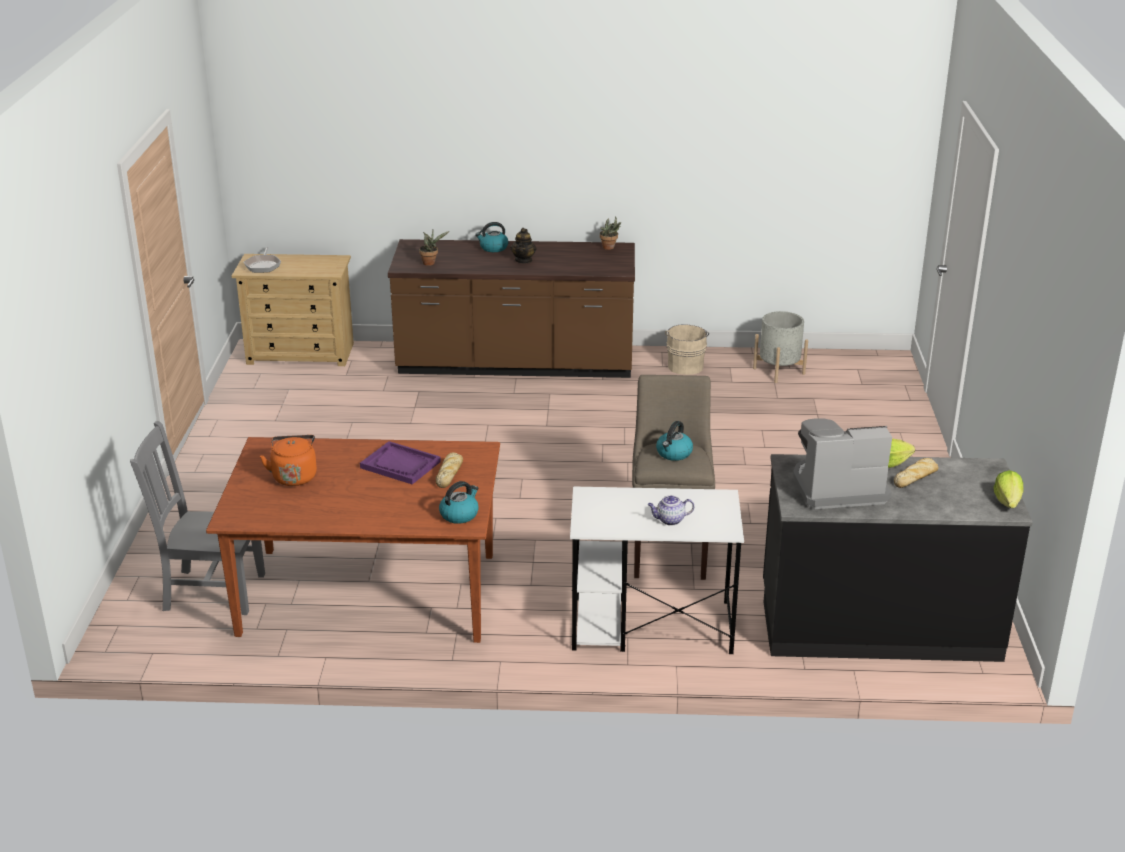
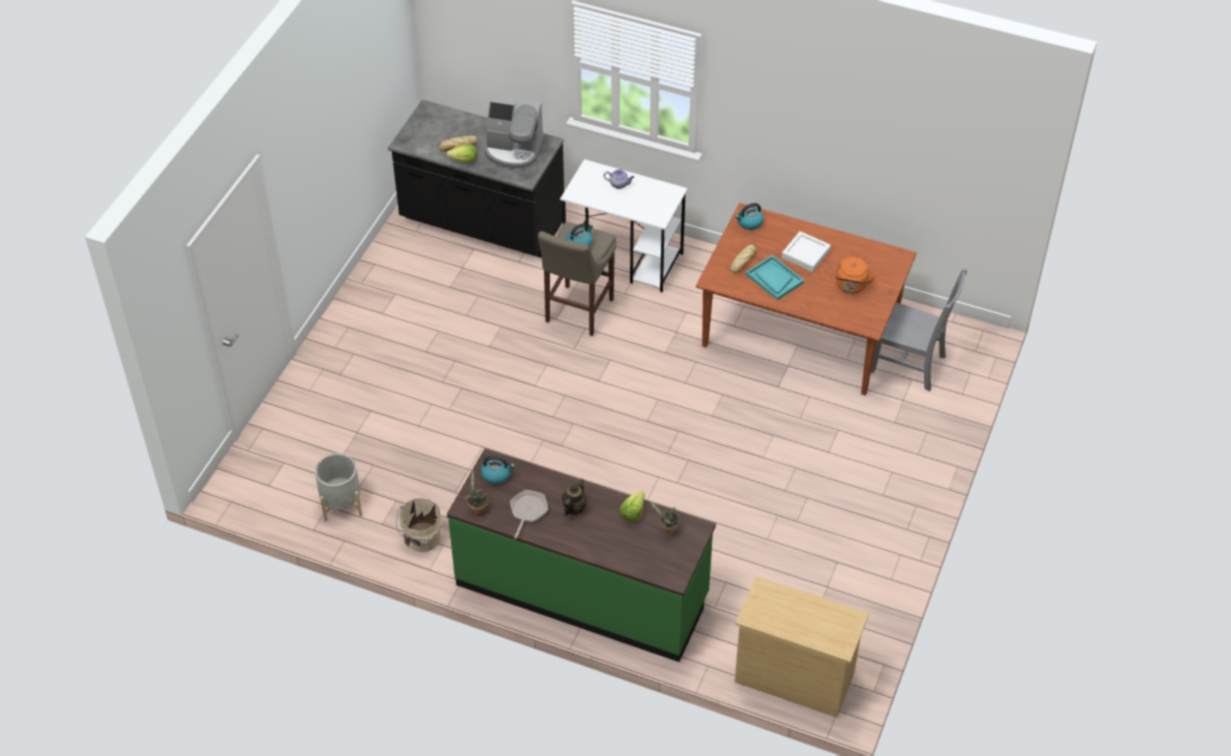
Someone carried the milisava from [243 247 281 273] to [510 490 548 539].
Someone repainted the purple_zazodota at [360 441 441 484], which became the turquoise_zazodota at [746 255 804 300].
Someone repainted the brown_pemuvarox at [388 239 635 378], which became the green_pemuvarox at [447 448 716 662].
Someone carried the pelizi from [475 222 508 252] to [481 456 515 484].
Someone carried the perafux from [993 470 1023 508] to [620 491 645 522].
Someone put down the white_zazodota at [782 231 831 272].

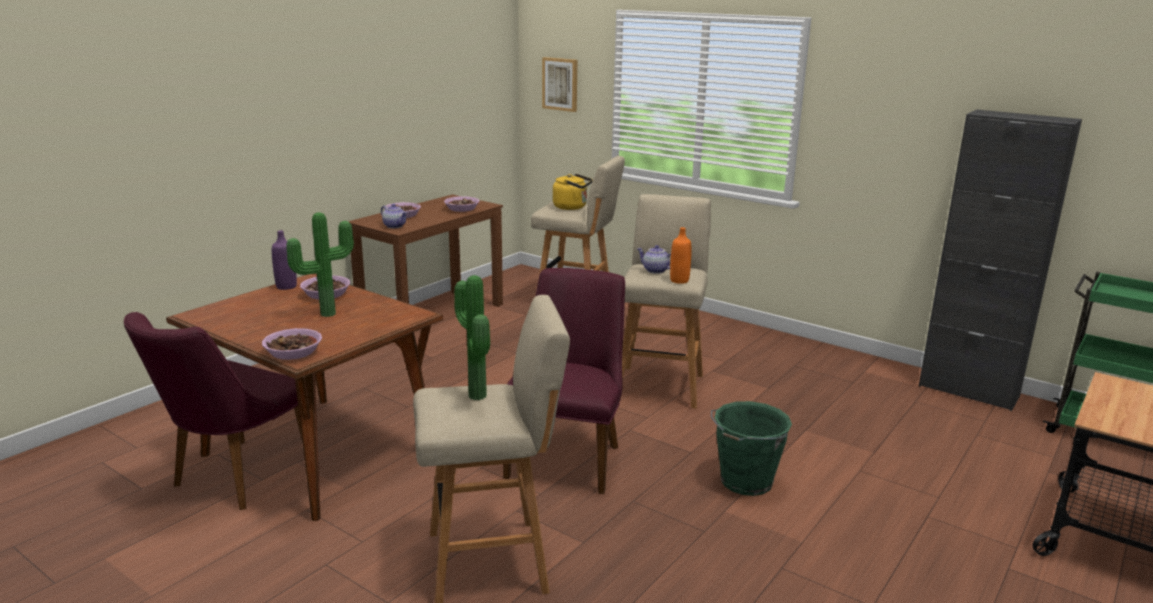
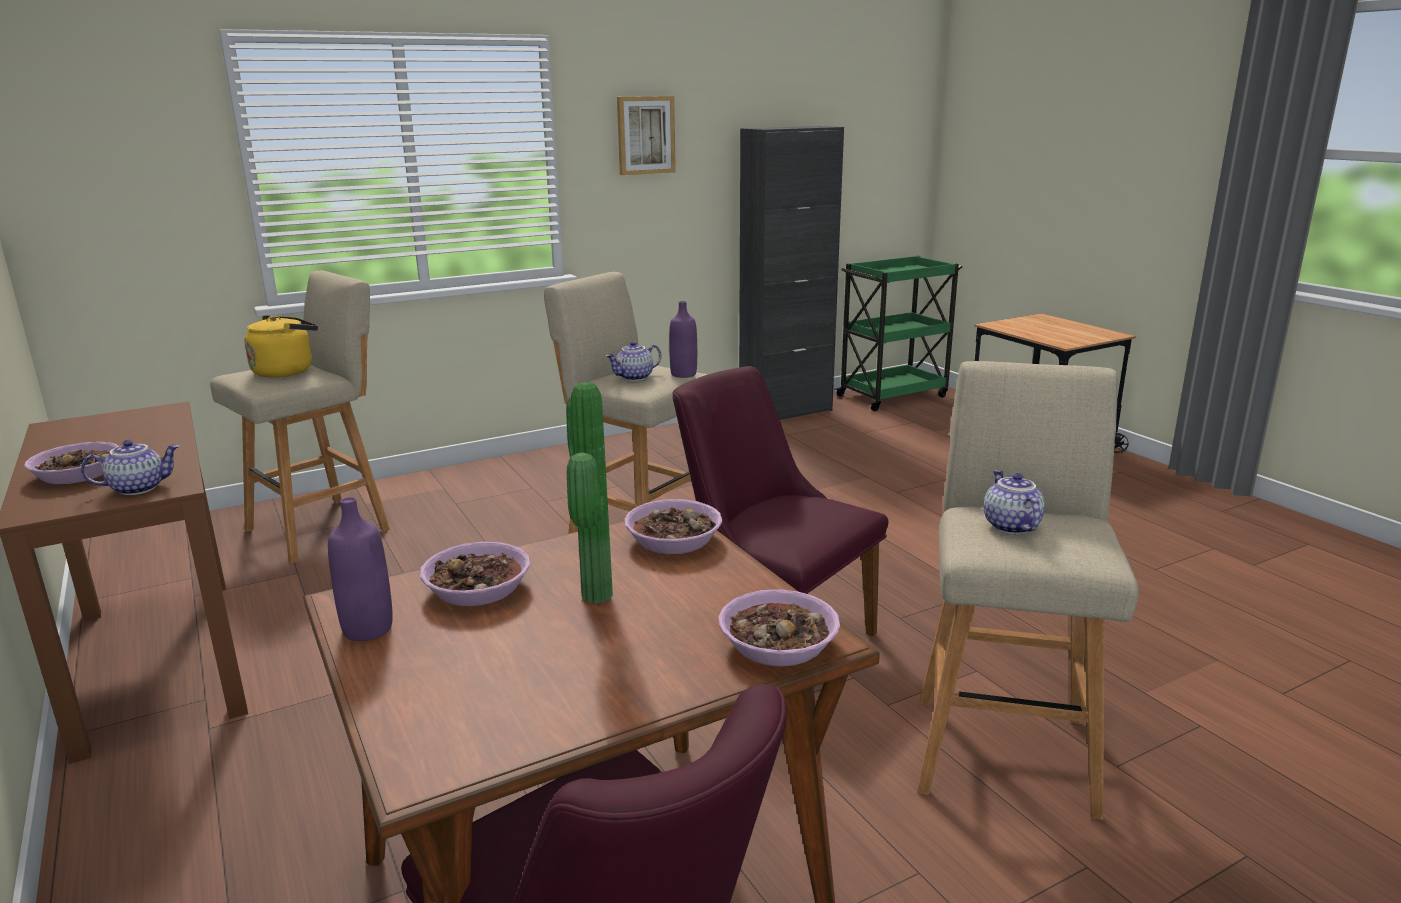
Someone carried the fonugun from [444 196 479 212] to [625 499 722 554].
Someone swapped the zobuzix at [454 275 490 400] for the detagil at [984 470 1045 534].
Someone carried the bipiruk from [542 57 577 112] to [617 96 676 175].
Someone repainted the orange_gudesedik at [670 227 692 284], which became the purple_gudesedik at [669 301 697 378].
Someone took away the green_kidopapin at [711 401 792 496].

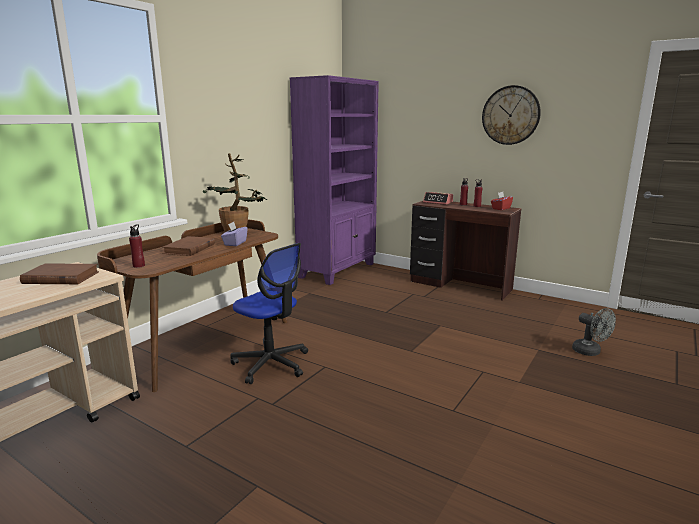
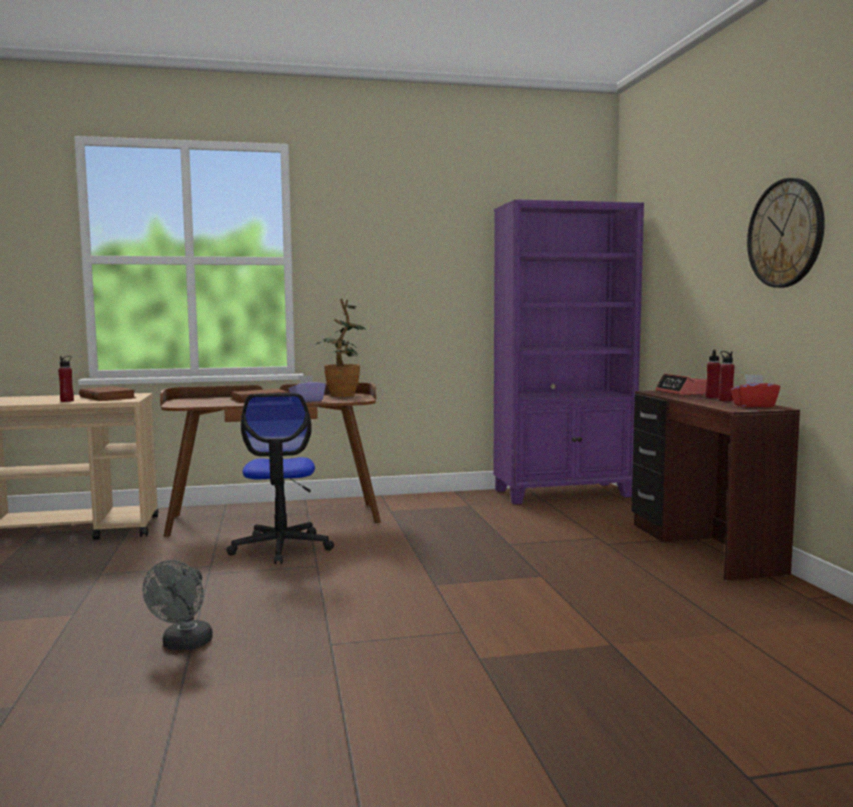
Someone carried the red_gudesedik from [129 225 145 268] to [58 356 74 402].
Someone carried the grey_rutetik from [572 308 616 356] to [143 560 213 650].

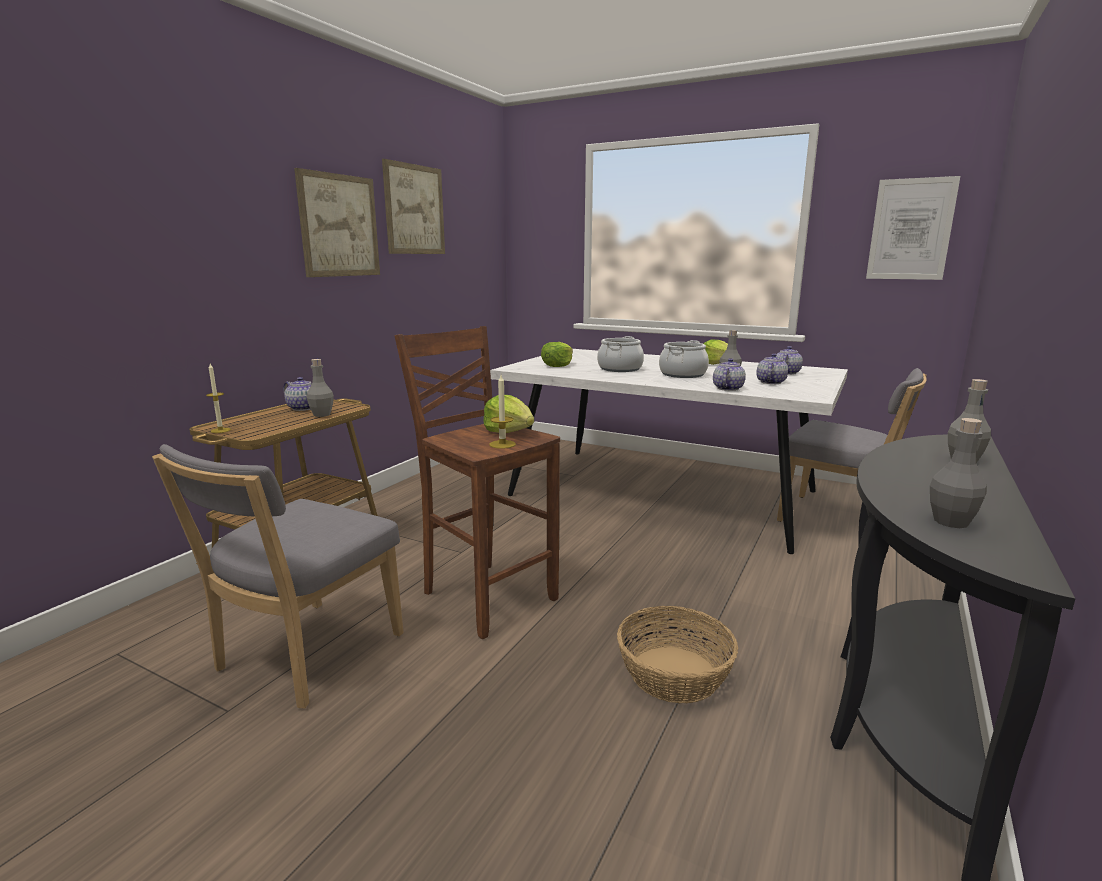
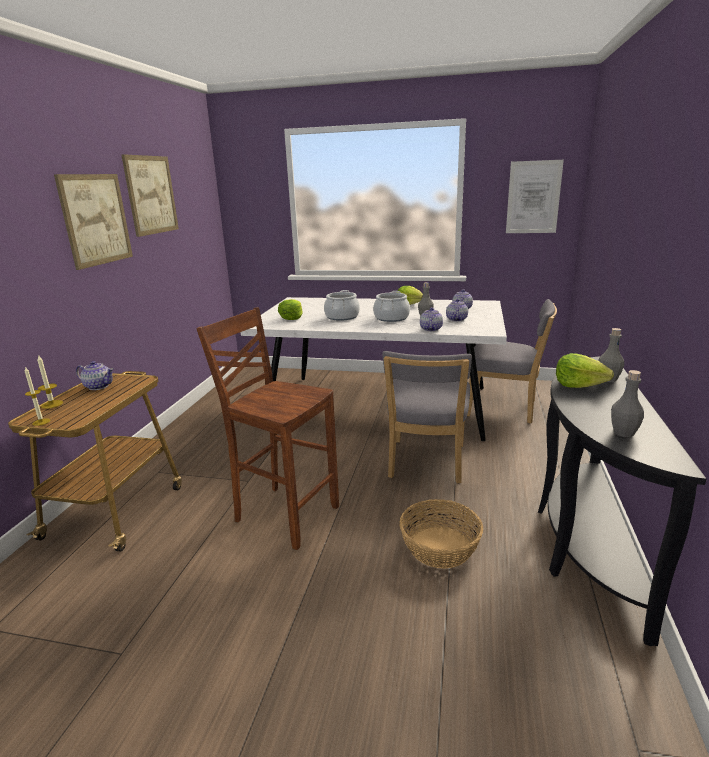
Someone carried the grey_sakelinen from [152 444 404 709] to [382 351 472 483].
Someone took away the grey_gudesedik at [306 359 334 417].
Someone carried the perafux from [483 395 534 433] to [556 353 614 388].
Someone carried the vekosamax from [489 375 516 449] to [37 354 63 409].

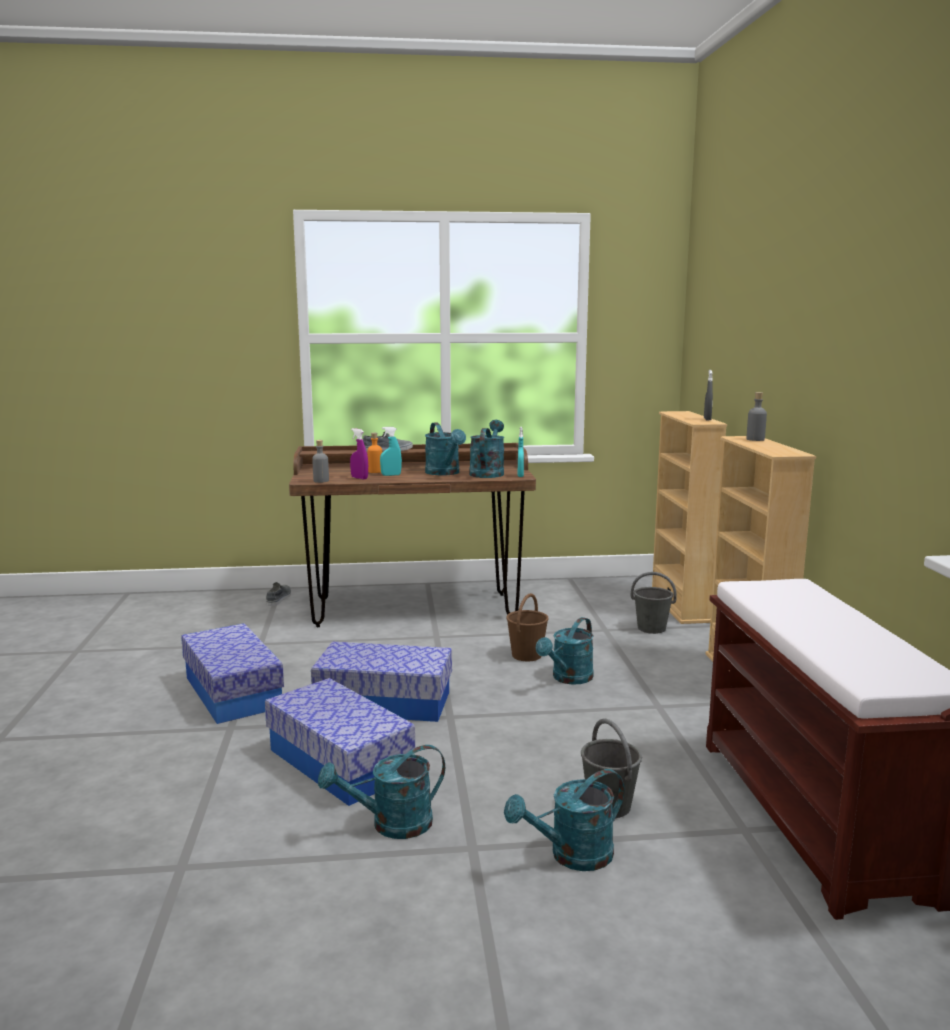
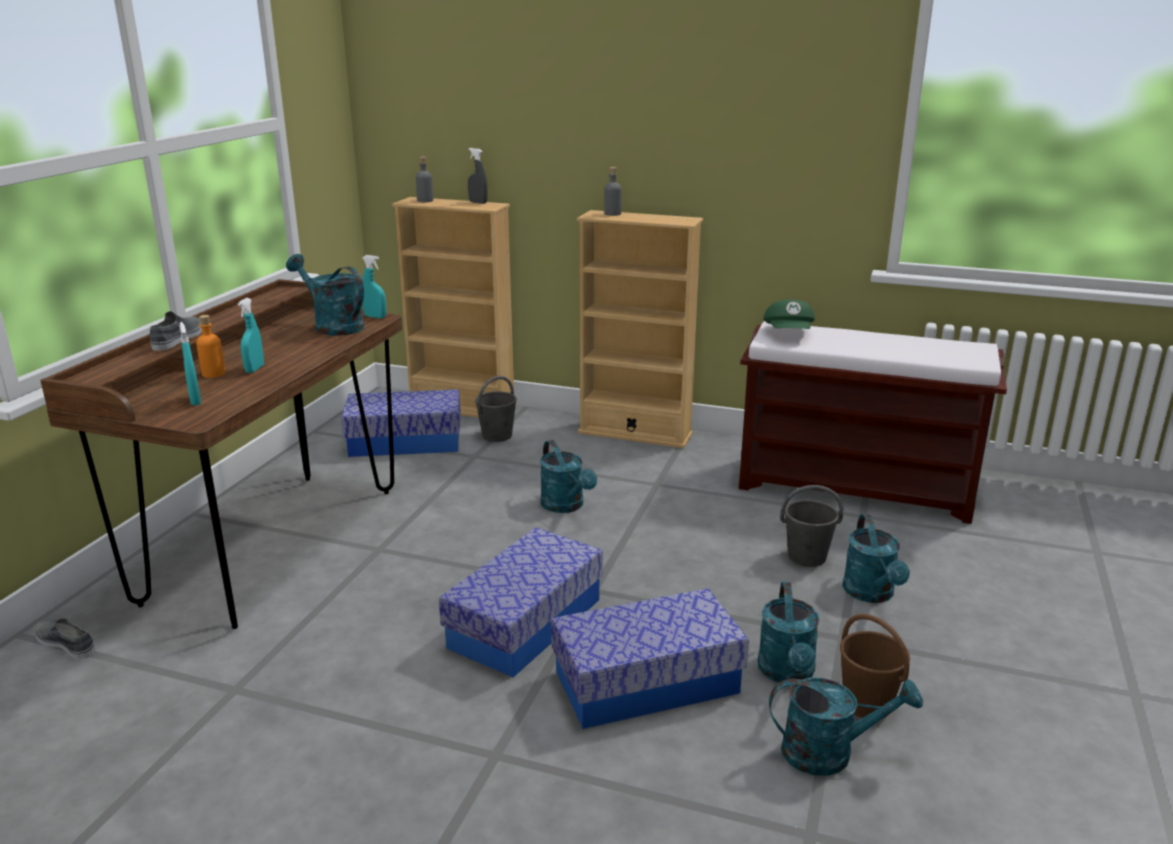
Someone carried the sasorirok from [181 623 284 724] to [341 389 460 457].
Someone carried the grey_gudesedik from [312 440 329 483] to [416 157 433 202].
Someone took away the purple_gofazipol at [350 428 368 479].
Someone carried the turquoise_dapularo from [425 422 466 475] to [769 677 923 776].
Someone carried the brown_kidopapin from [506 593 549 661] to [840 614 910 718].
Someone put down the turquoise_gofazipol at [180 322 201 406].
Someone put down the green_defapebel at [763 299 815 329].

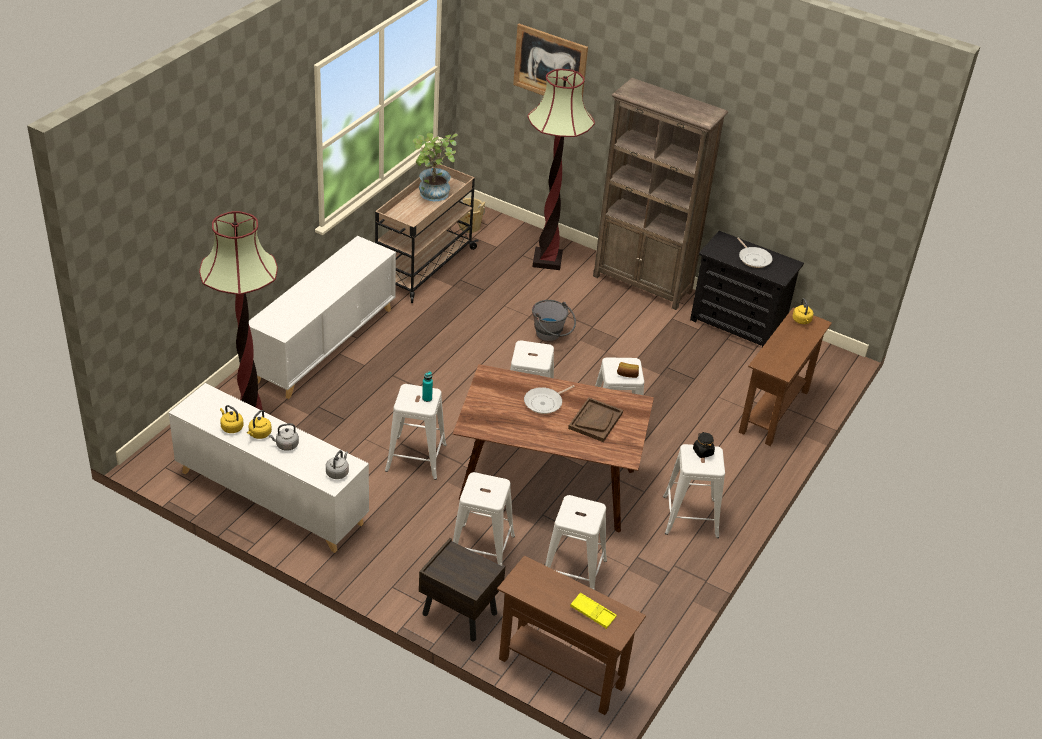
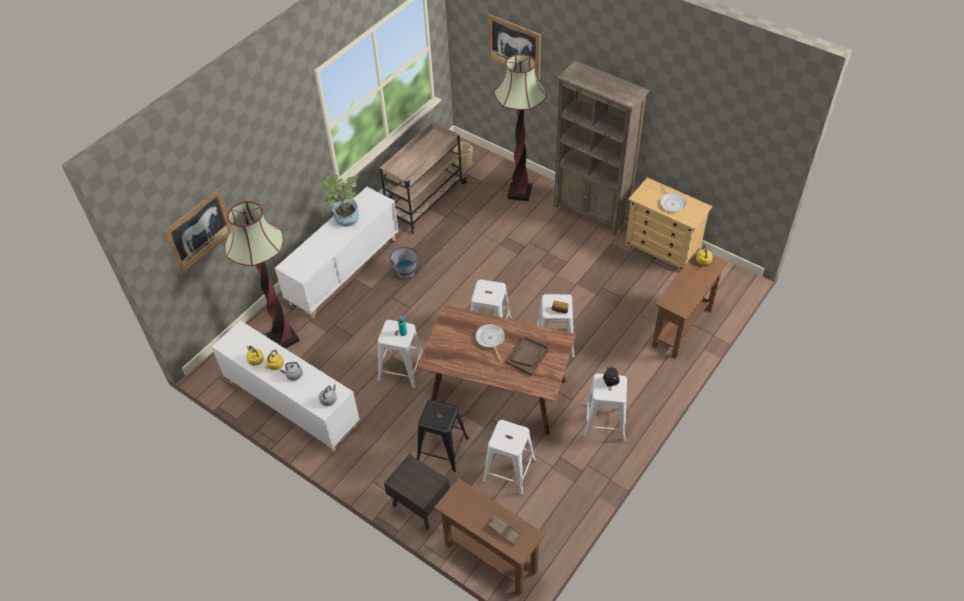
Someone carried the zobuzix from [412 133 458 201] to [321 175 359 227].
Someone repainted the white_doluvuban at [453 472 515 566], which became the black_doluvuban at [417 399 469 473].
Someone rotated the milisava at [524 385 575 414] by 105 degrees clockwise.
Someone carried the grey_kidopapin from [532 300 576 342] to [390 247 424 279].
Someone repainted the yellow_zazodota at [570 593 617 629], which became the brown_zazodota at [487 514 522 545].
Someone repainted the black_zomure at [690 231 804 349], which became the beige_zomure at [625 177 712 271].
Someone put up the bipiruk at [163 188 232 275].

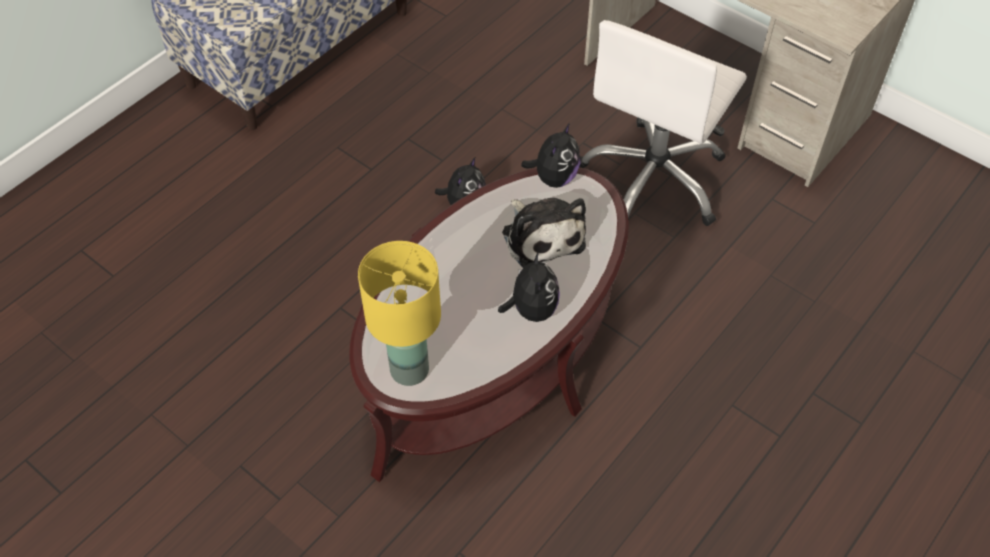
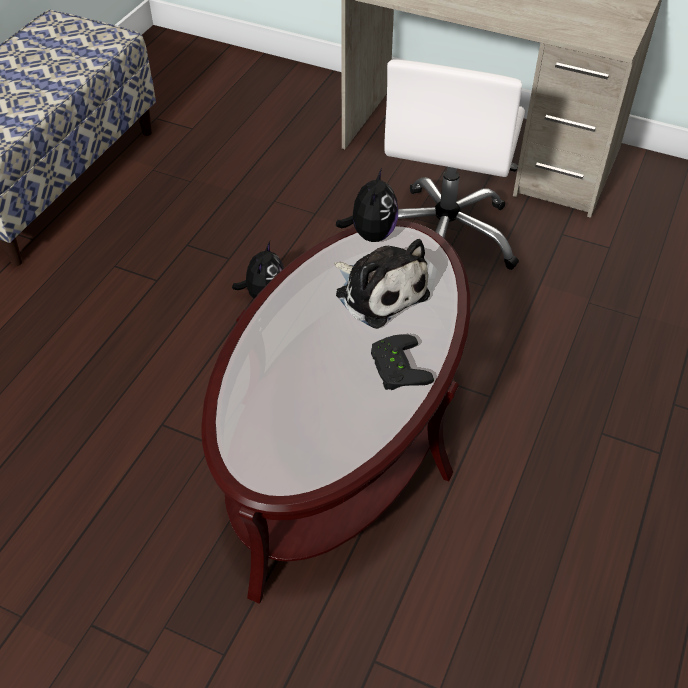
Someone took away the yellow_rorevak at [358 241 441 386].
Someone swapped the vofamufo at [498 251 560 322] for the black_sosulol at [371 334 434 390].

